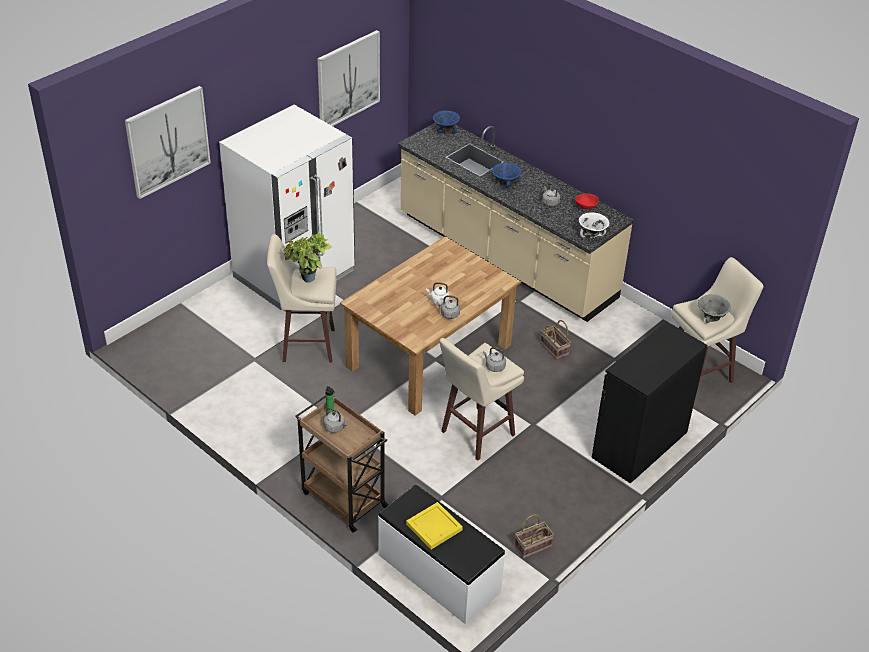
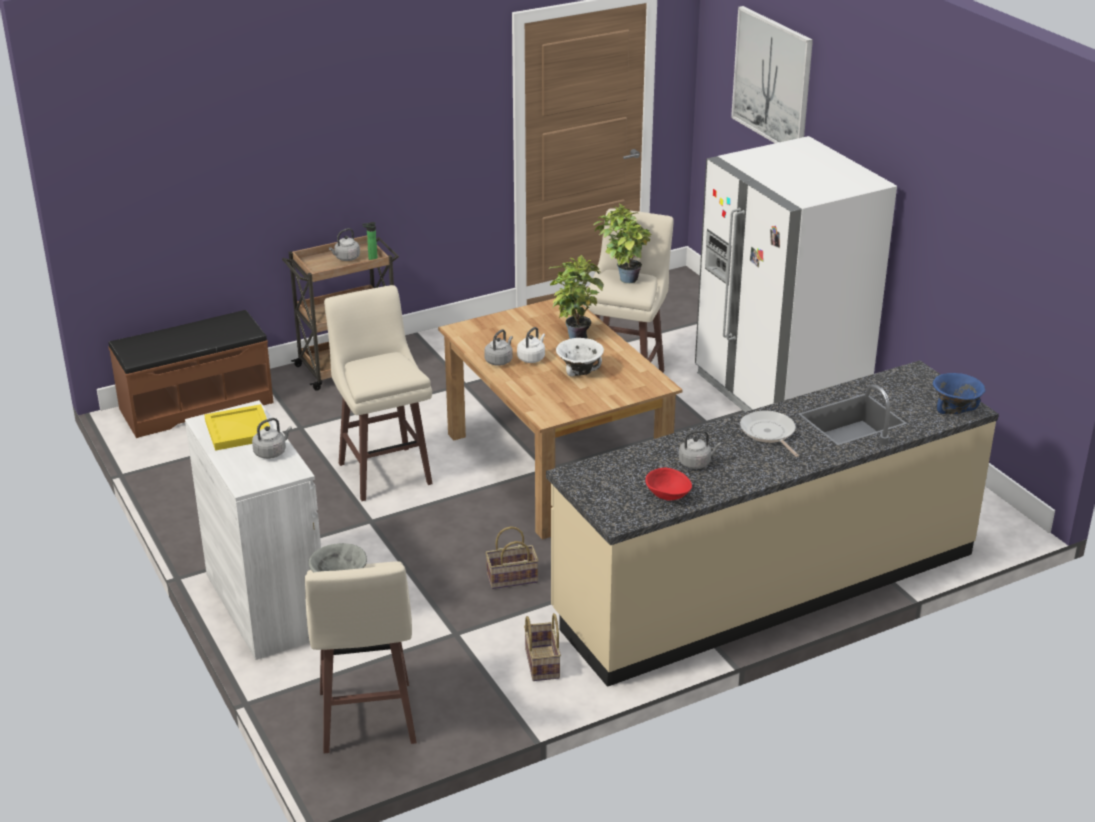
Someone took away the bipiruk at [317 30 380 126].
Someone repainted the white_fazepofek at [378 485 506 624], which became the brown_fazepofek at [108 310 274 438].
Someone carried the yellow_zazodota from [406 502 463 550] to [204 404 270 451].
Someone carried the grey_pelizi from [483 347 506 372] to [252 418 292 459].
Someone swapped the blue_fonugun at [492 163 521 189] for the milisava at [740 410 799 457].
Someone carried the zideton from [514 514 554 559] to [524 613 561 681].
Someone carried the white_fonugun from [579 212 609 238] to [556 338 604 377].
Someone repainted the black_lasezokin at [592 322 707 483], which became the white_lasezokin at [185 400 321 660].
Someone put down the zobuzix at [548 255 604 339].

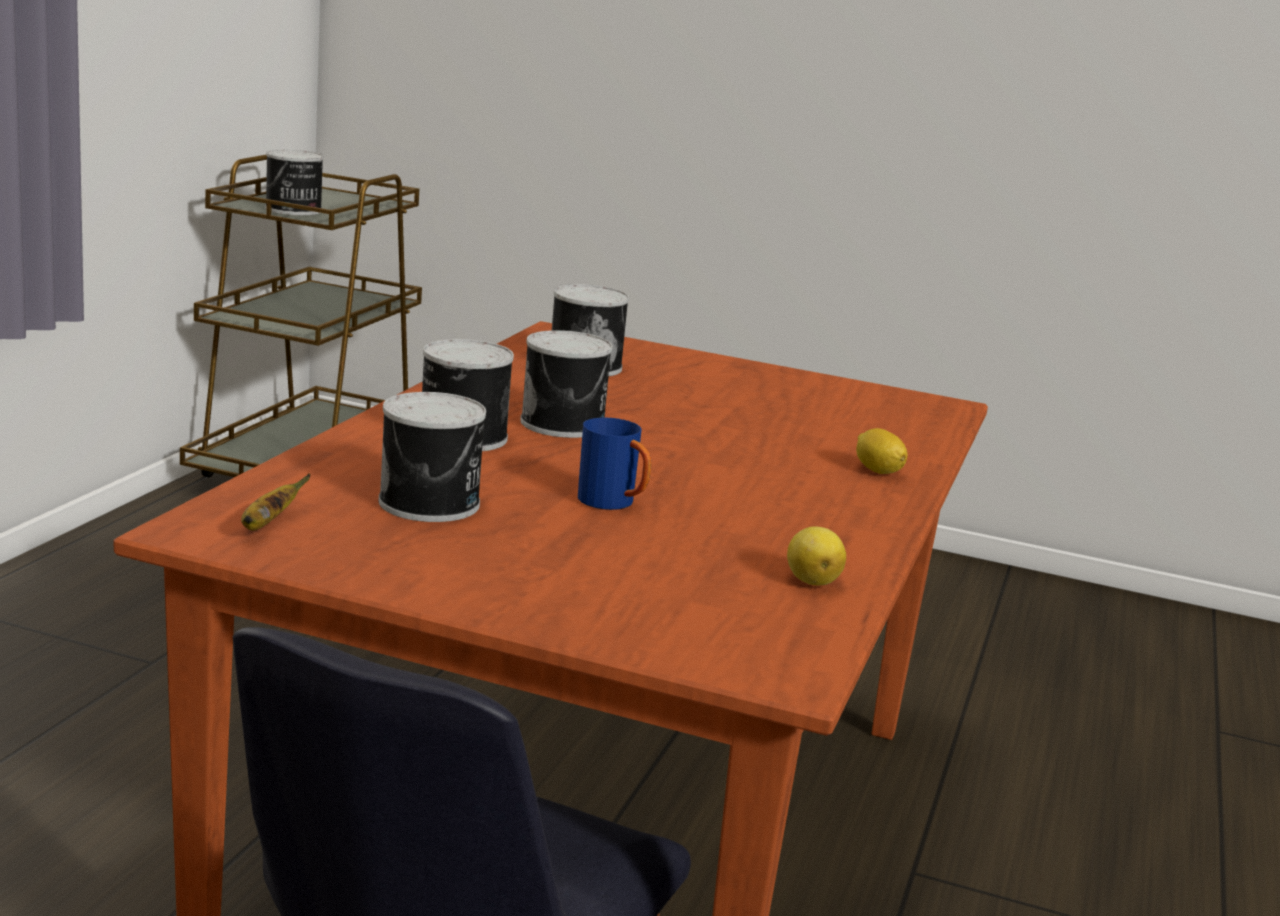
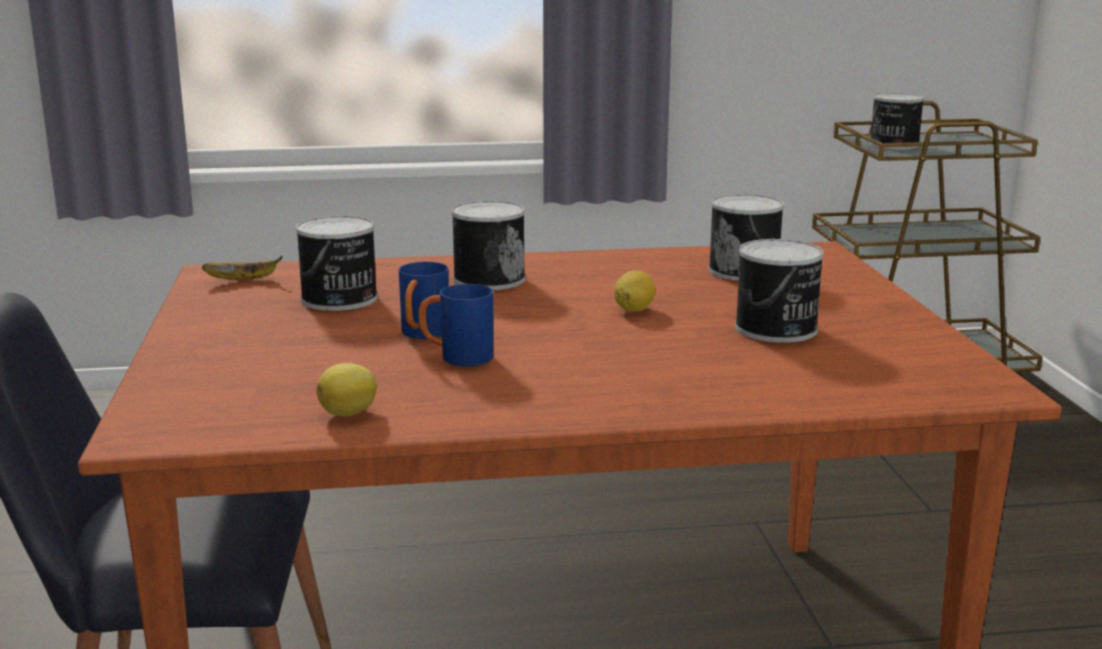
Someone carried the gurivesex from [520 330 613 438] to [735 239 824 343].
Someone carried the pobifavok from [856 428 908 474] to [614 271 655 311].
Someone put down the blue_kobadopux at [419 284 493 367].

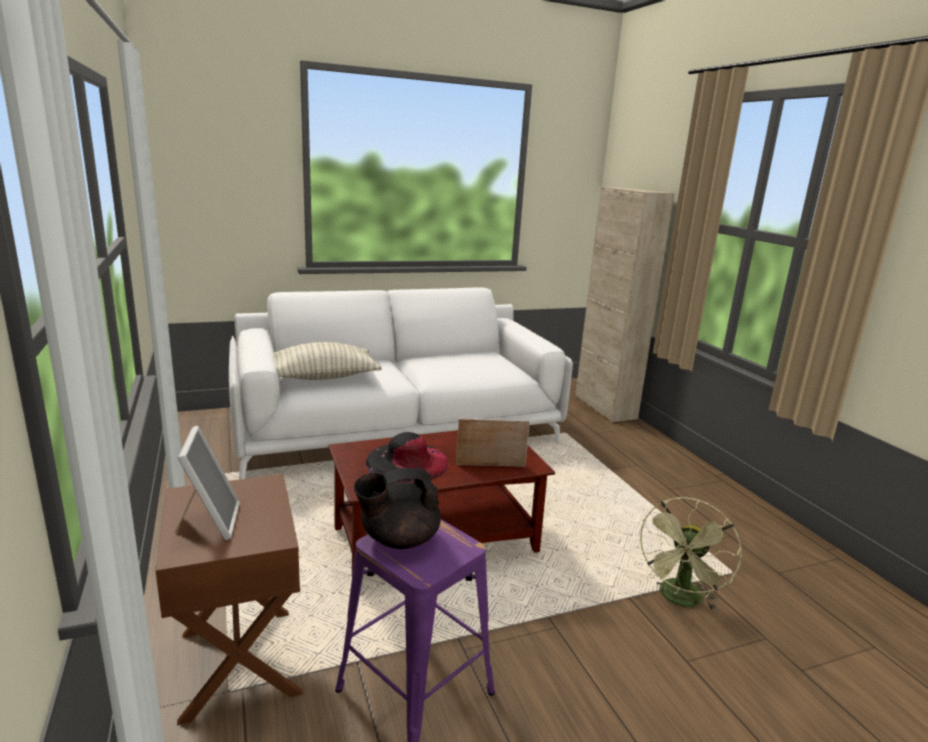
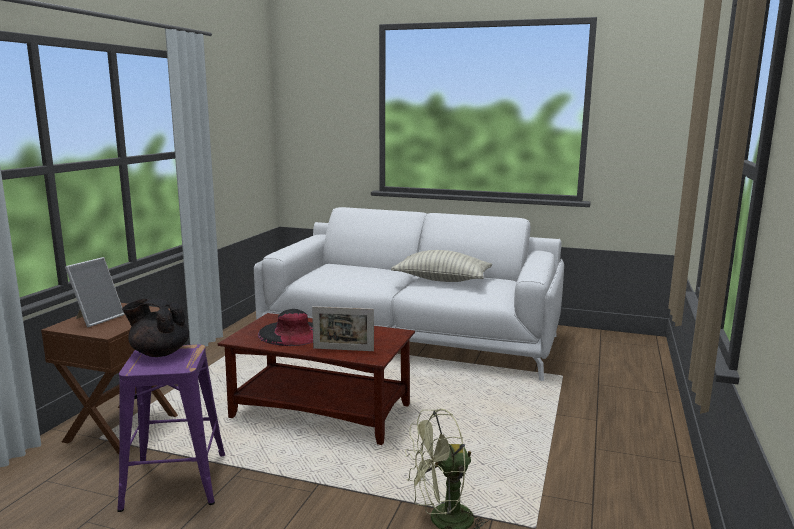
Someone carried the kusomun from [273 342 382 380] to [391 250 492 282].
Someone rotated the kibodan at [456 418 530 467] by 150 degrees clockwise.
Someone took away the beige_lasezokin at [575 187 674 422].

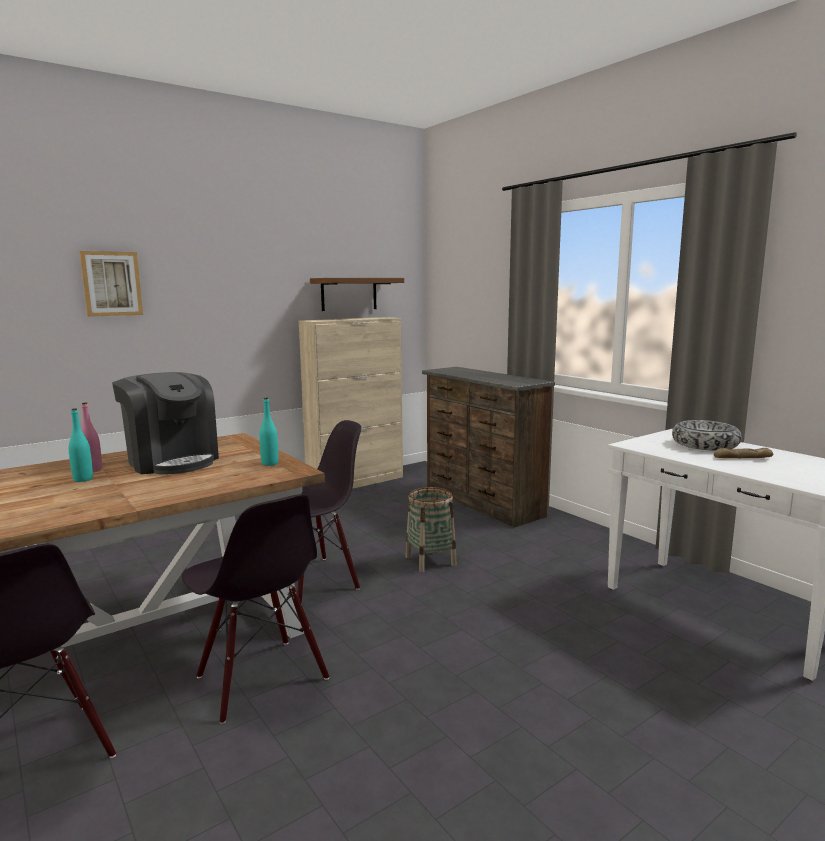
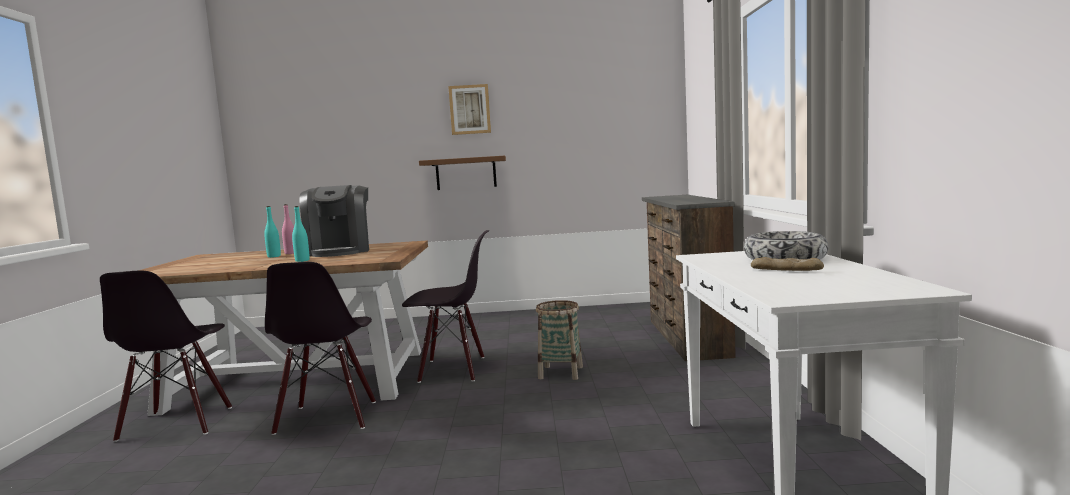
Someone carried the bipiruk from [79 251 143 317] to [448 84 491 135].
Someone carried the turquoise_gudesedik from [259 398 278 466] to [292 206 310 262].
Someone took away the beige_lasezokin at [299 317 403 489].
Someone carried the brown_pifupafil from [310 278 404 311] to [419 156 506 190].

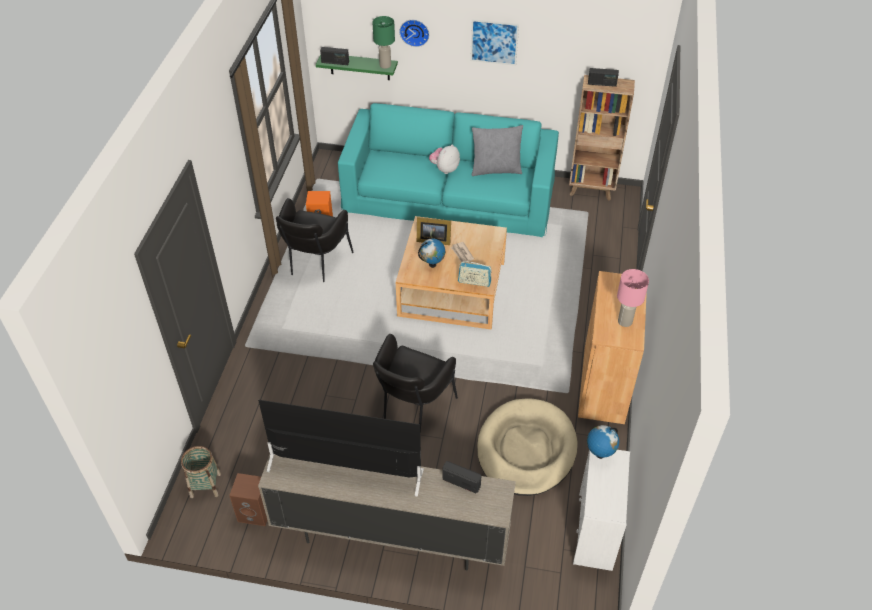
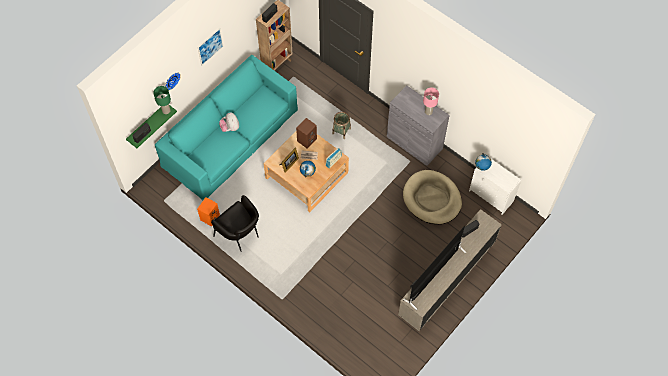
Someone carried the zideton from [181 446 221 498] to [332 112 351 139].
Someone carried the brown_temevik from [229 473 267 526] to [296 118 317 149].
Someone took away the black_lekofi at [373 334 458 432].
Someone took away the grey_kusomun at [472 125 523 176].
Someone repainted the brown_lasezokin at [578 271 647 424], which became the grey_lasezokin at [387 86 450 166].

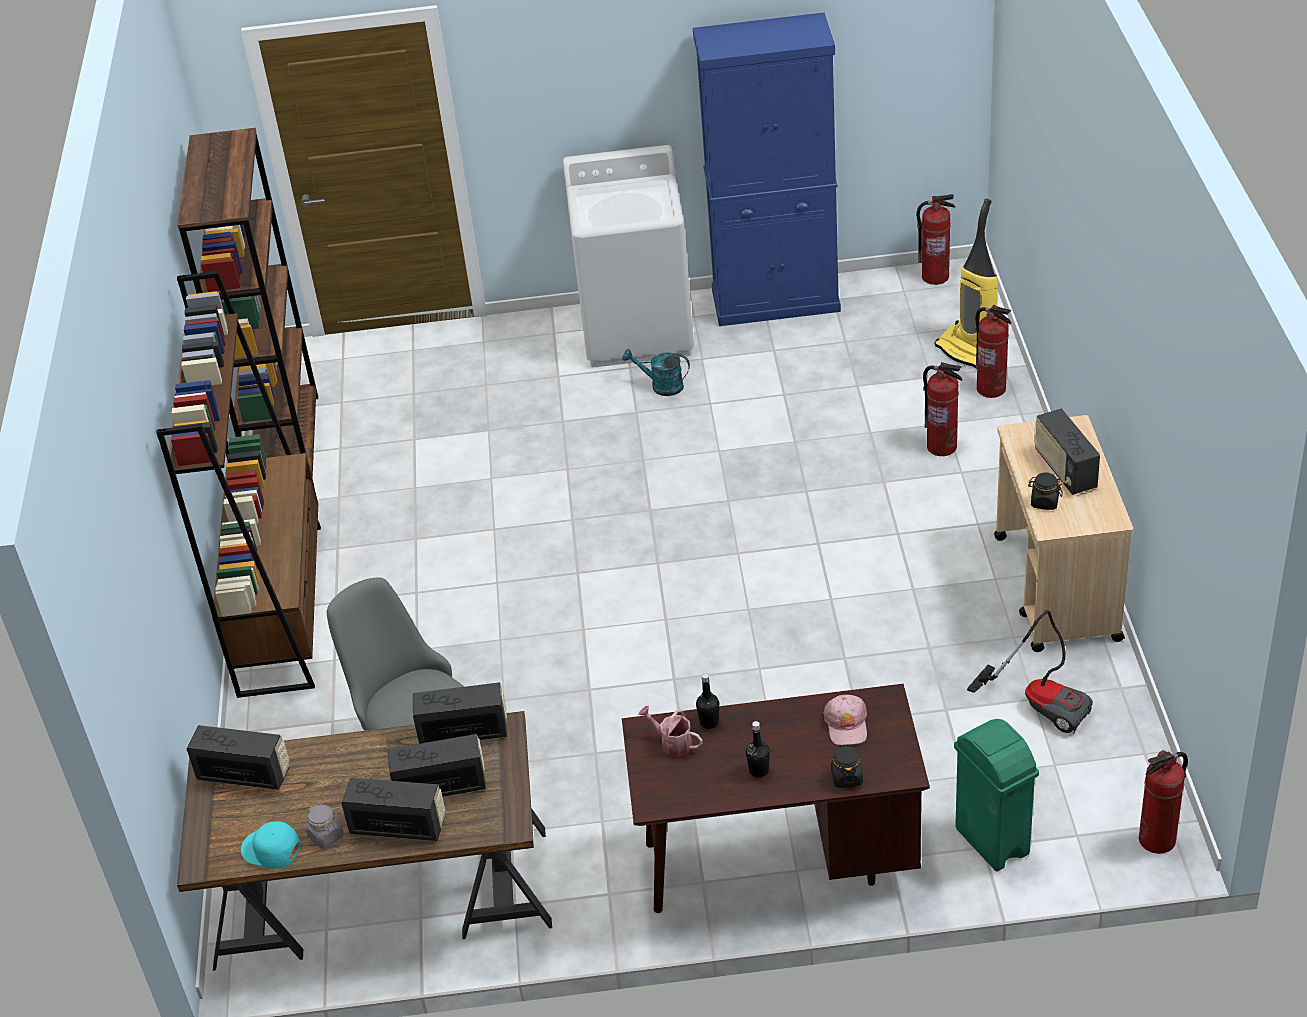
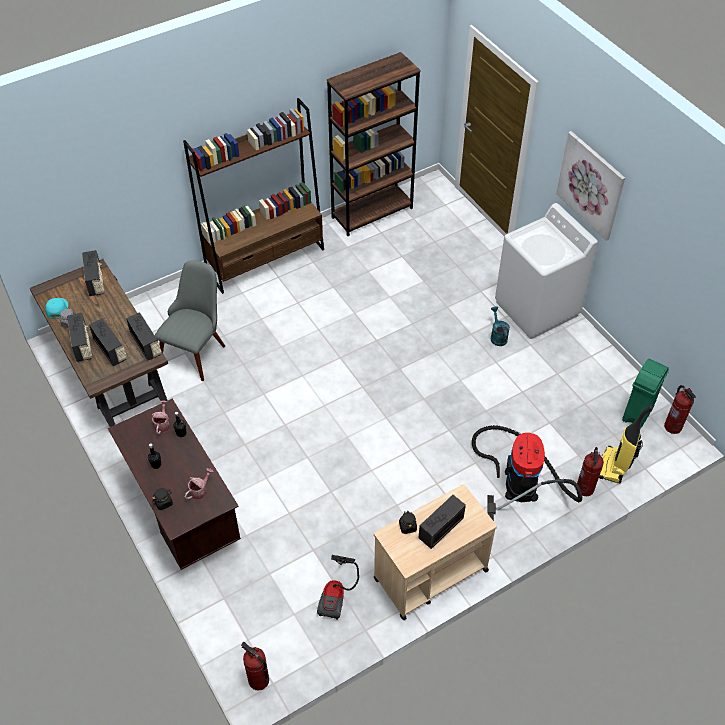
Someone took away the blue_lasezokin at [693 13 841 326].
Someone swapped the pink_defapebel at [823 695 867 745] for the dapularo at [184 468 213 500].
Someone swapped the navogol at [923 362 962 456] for the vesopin at [472 425 582 521].
Someone carried the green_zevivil from [954 719 1039 871] to [622 359 669 429].
Someone put up the bipiruk at [556 131 625 241].

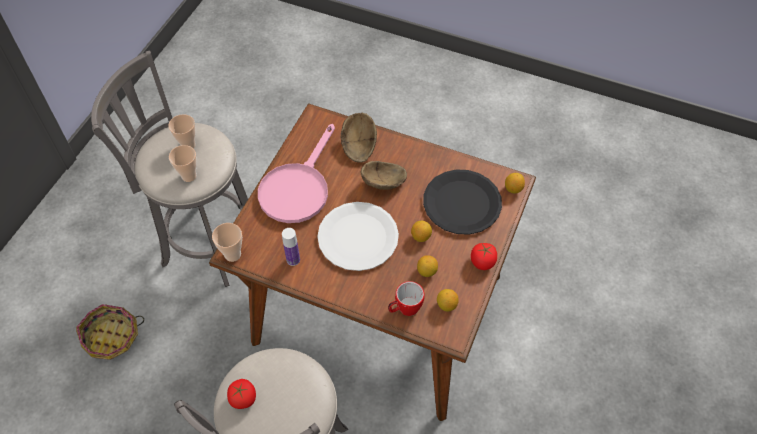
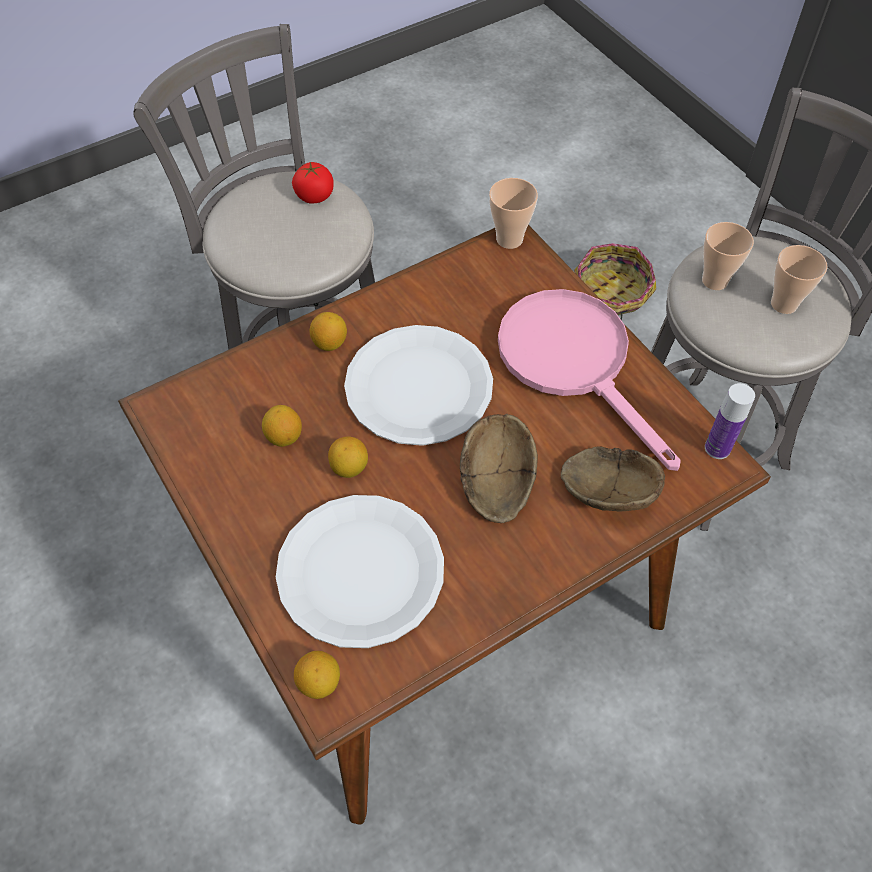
Someone carried the gudesedik from [282 228 300 266] to [705 383 755 459].
Someone took away the kobadopux at [388 281 425 316].
Someone repainted the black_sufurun at [423 169 502 235], which became the white_sufurun at [276 495 444 648].
Someone carried the pobifavok from [437 289 459 311] to [310 312 347 351].
Someone took away the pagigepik at [471 243 497 270].

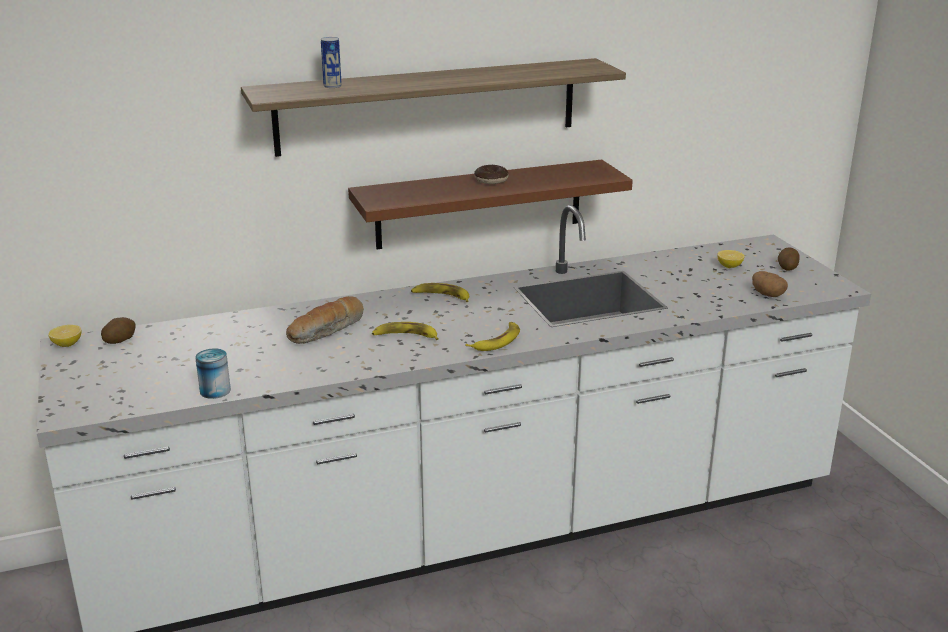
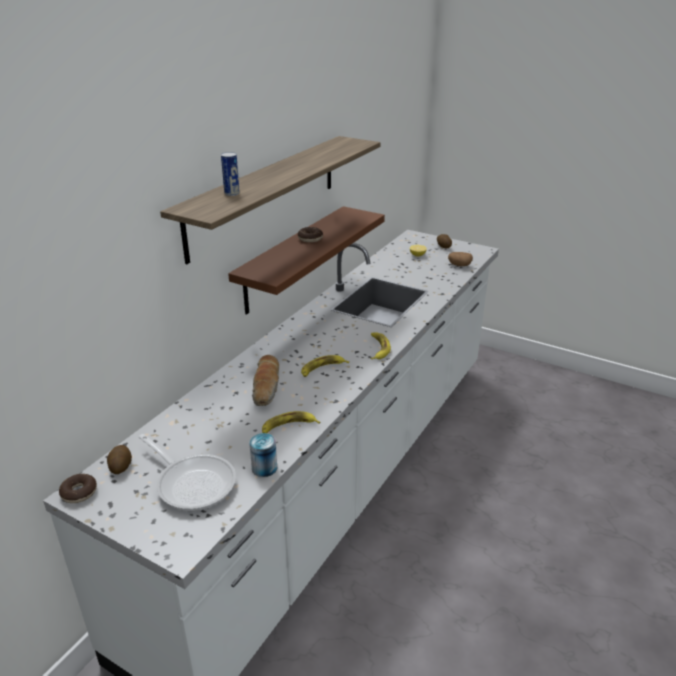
Someone swapped the pobifavok at [48 325 82 347] for the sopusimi at [59 474 97 503].
Someone carried the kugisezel from [411 283 469 302] to [262 411 320 433].
Someone put down the milisava at [139 434 236 511].

